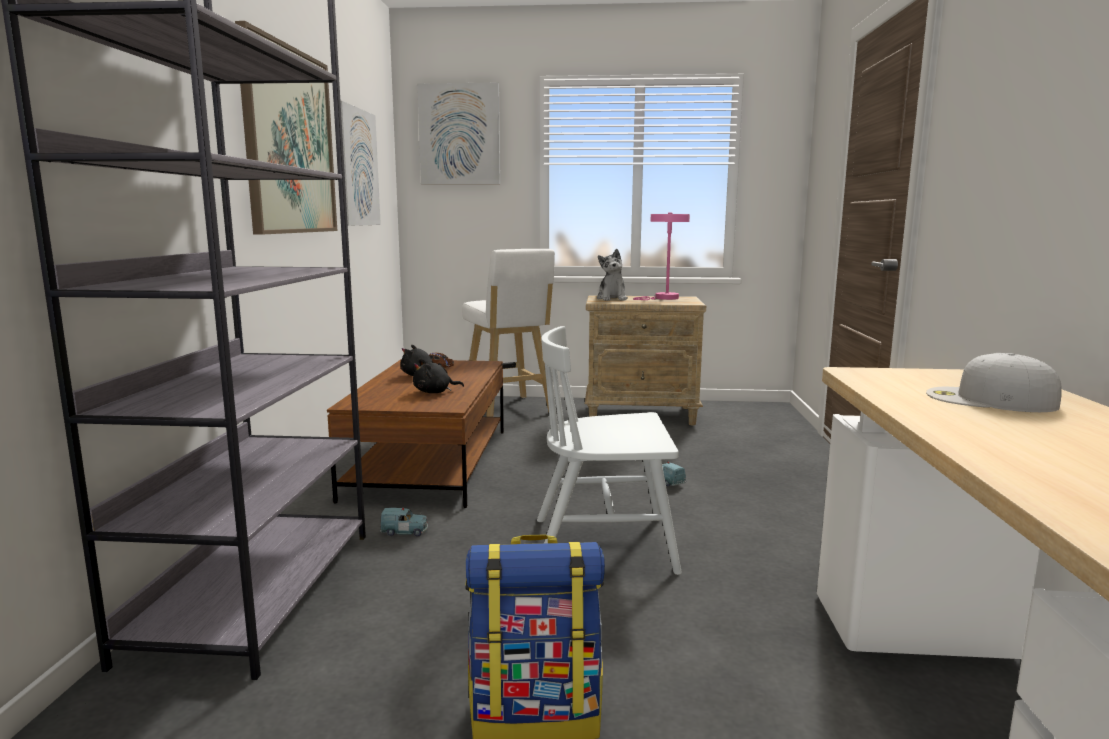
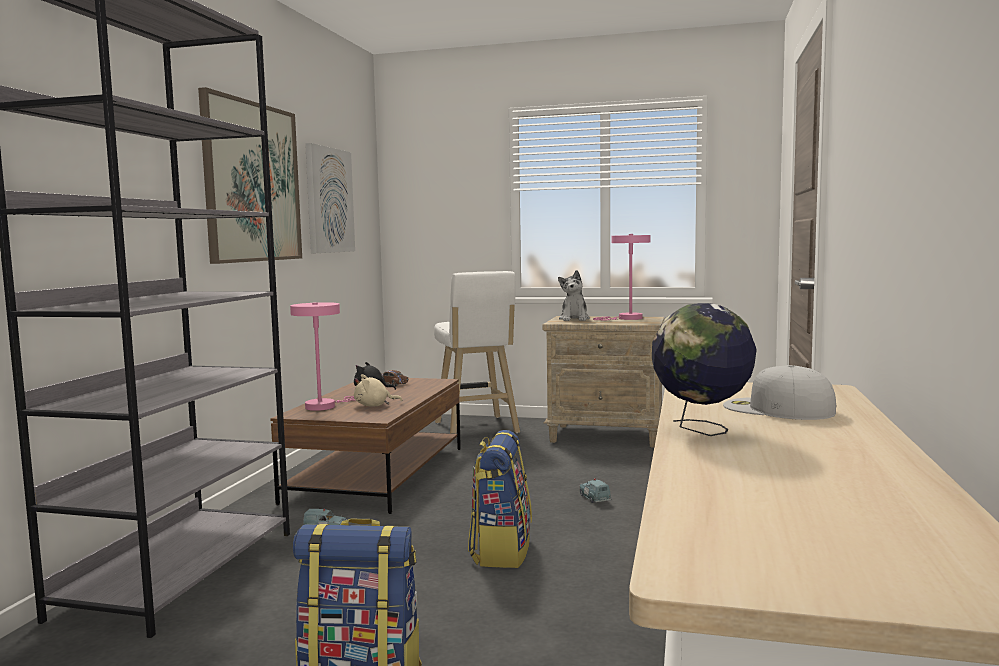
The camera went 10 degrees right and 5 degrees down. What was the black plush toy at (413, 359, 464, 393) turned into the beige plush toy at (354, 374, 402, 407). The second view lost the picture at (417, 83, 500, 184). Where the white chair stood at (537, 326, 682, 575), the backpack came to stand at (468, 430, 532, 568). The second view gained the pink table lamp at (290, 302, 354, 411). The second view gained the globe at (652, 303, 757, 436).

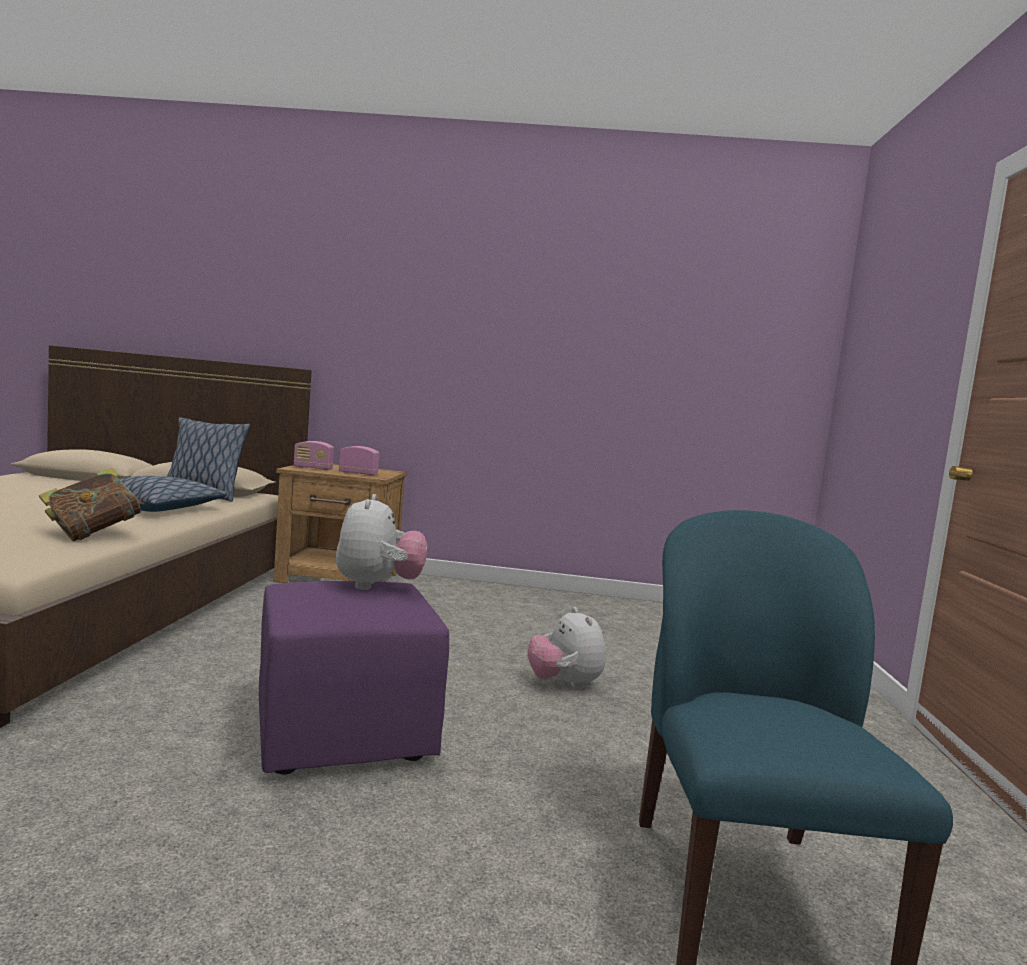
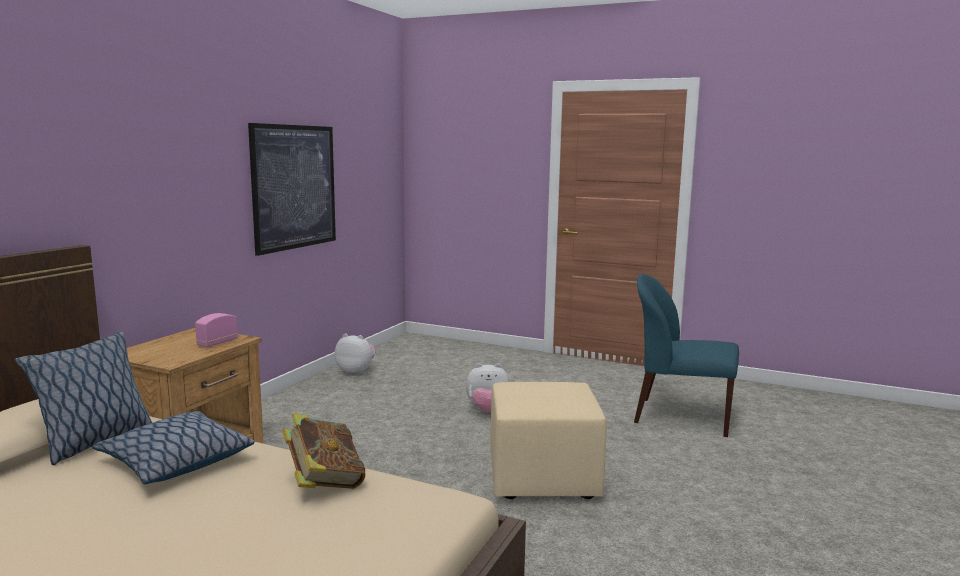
The camera went 70 degrees left and 5 degrees up. What was the purple ottoman at (259, 581, 449, 775) turned into the beige ottoman at (490, 382, 607, 499). The second view lost the radio at (294, 441, 334, 470). The plush toy ended up elsewhere, having gone from (336, 494, 427, 590) to (335, 333, 376, 375). The second view gained the picture at (248, 123, 336, 256).

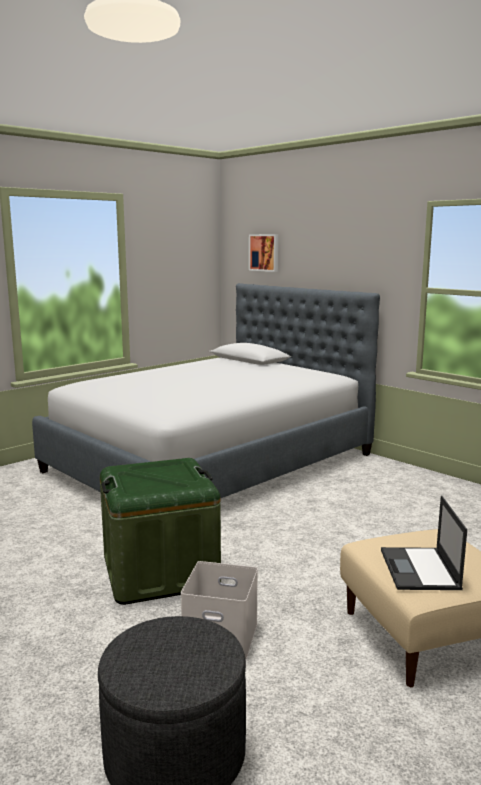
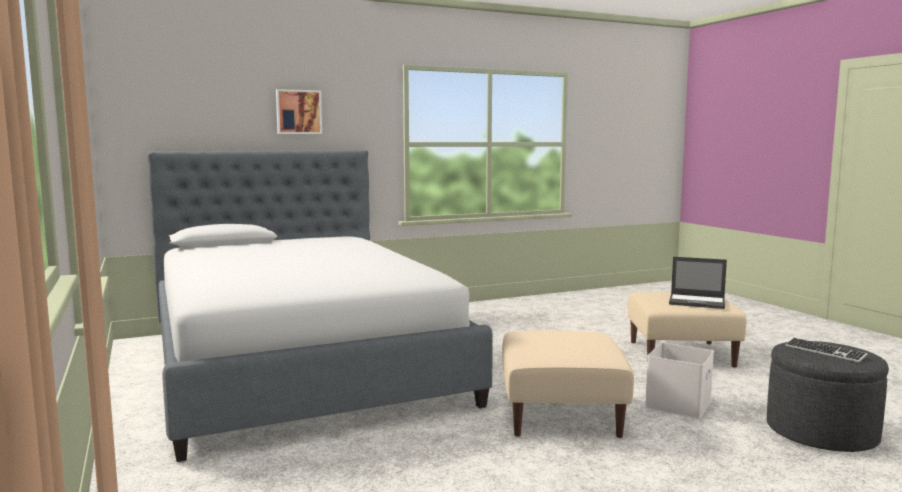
The camera went 70 degrees left and 5 degrees down. Where the green storage box stood at (100, 458, 221, 605), the beige ottoman came to stand at (502, 331, 634, 438). The picture ended up elsewhere, having gone from (249, 234, 278, 272) to (276, 89, 322, 134). The second view gained the keyboard at (785, 338, 867, 362).

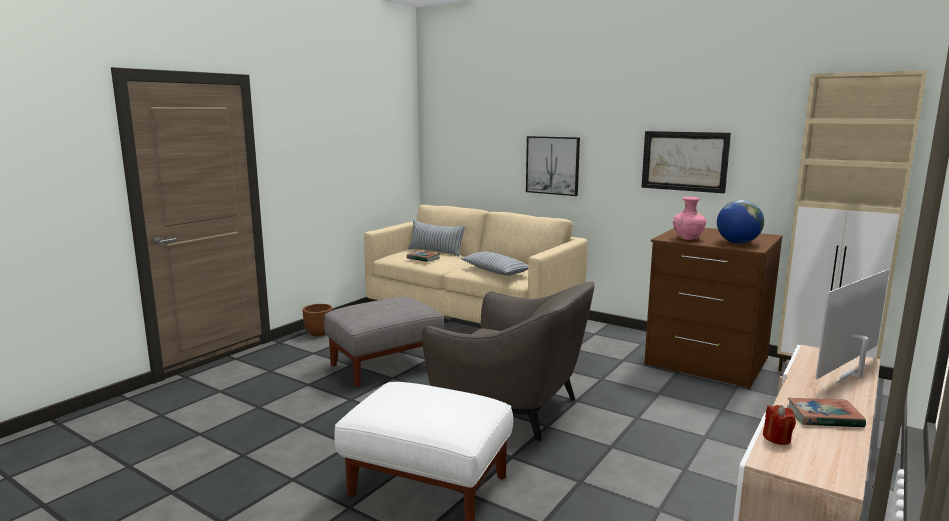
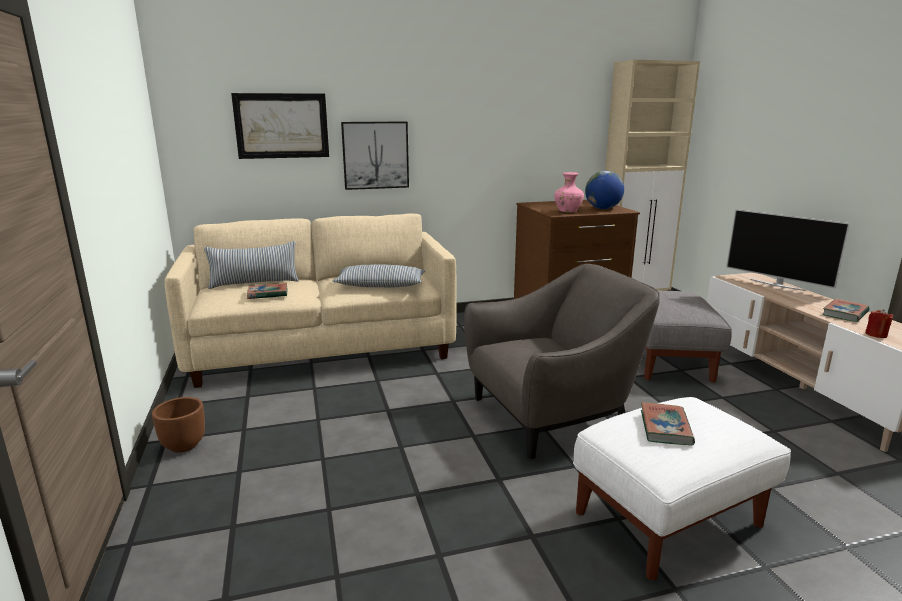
The camera went 50 degrees left and 5 degrees up. The grey ottoman ended up elsewhere, having gone from (324, 297, 444, 387) to (644, 290, 732, 383). The picture ended up elsewhere, having gone from (642, 131, 731, 193) to (231, 93, 329, 159). The television at (816, 269, 890, 383) ended up facing another way, 45 degrees counterclockwise from before. The second view gained the book at (641, 402, 695, 445).

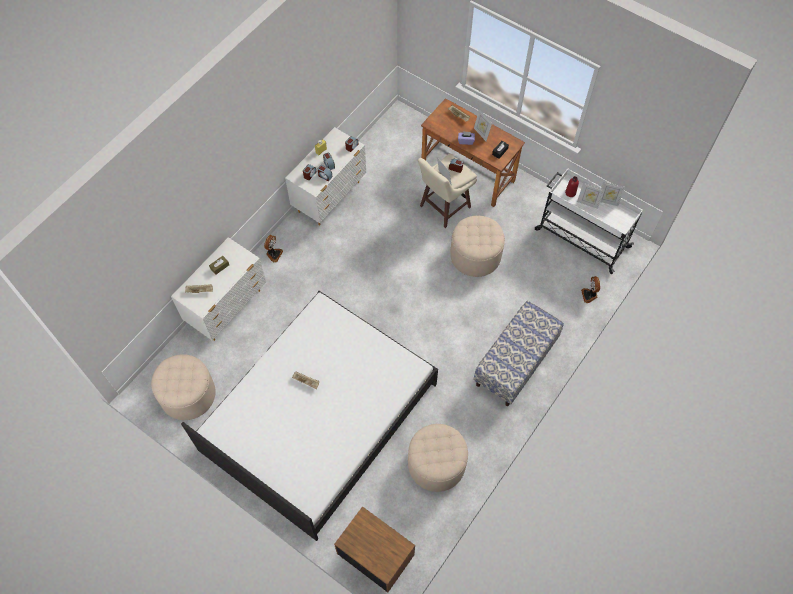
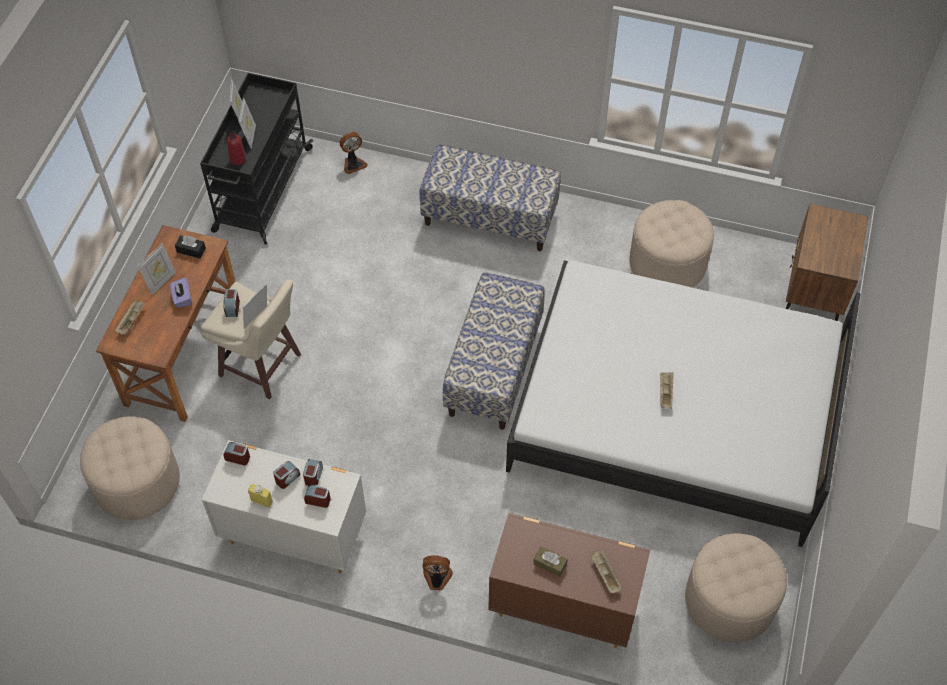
The camera went 110 degrees left and 5 degrees down. What was the white dresser at (171, 237, 266, 341) turned into the brown dresser at (488, 513, 650, 648). The beige ottoman ended up elsewhere, having gone from (450, 216, 505, 277) to (80, 416, 180, 520). What was the white cart at (535, 169, 643, 274) turned into the black cart at (200, 73, 313, 244). The second view gained the bench at (443, 272, 545, 430).

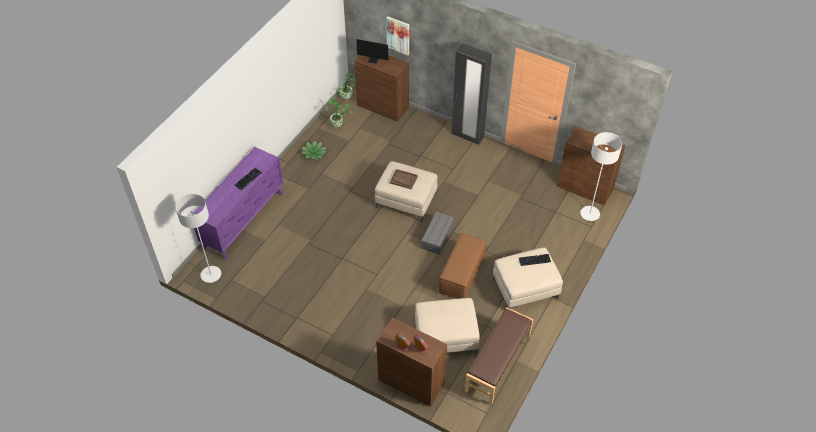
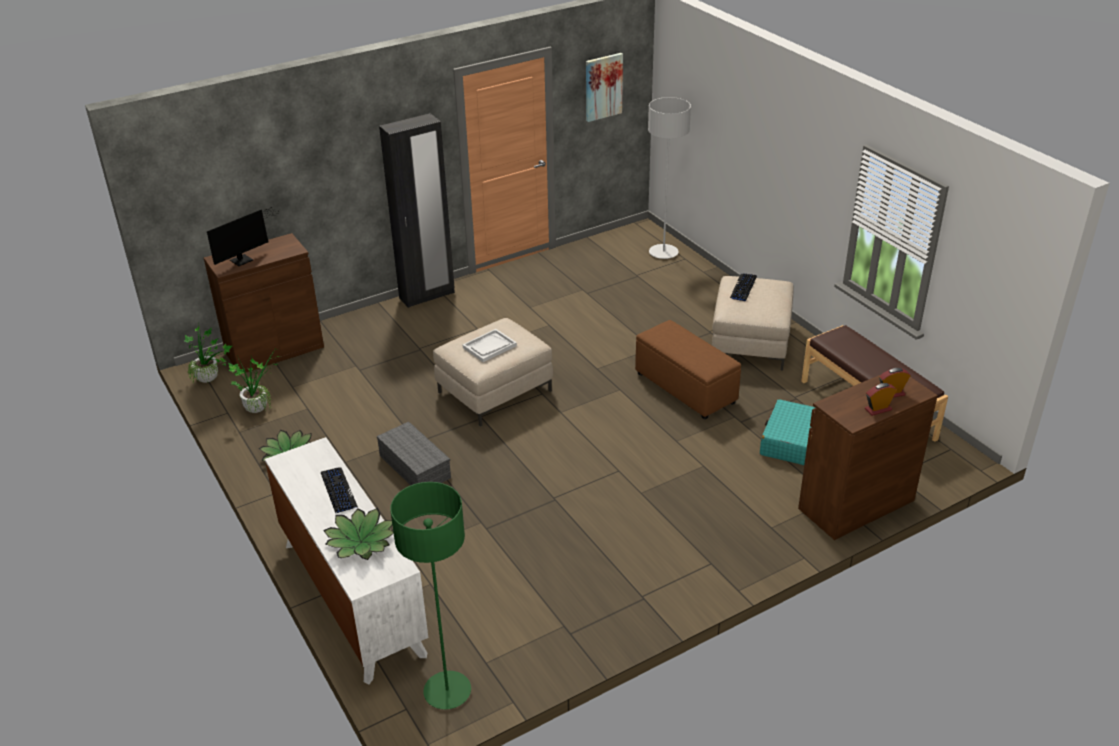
The camera went 60 degrees left and 15 degrees down. What was the grey floor lamp at (175, 194, 221, 283) turned into the green floor lamp at (390, 482, 471, 709). What was the purple dresser at (194, 147, 283, 260) turned into the white dresser at (265, 437, 428, 684). The picture ended up elsewhere, having gone from (386, 16, 409, 55) to (586, 53, 623, 122). What was the brown tray at (390, 169, 418, 189) turned into the white tray at (463, 329, 517, 362). Where the beige ottoman stood at (415, 298, 480, 354), the turquoise suitcase came to stand at (760, 399, 815, 465). The grey storage box ended up elsewhere, having gone from (421, 212, 455, 255) to (377, 422, 451, 485). The second view lost the brown cabinet at (557, 126, 625, 205). The second view gained the potted plant at (323, 508, 394, 560).

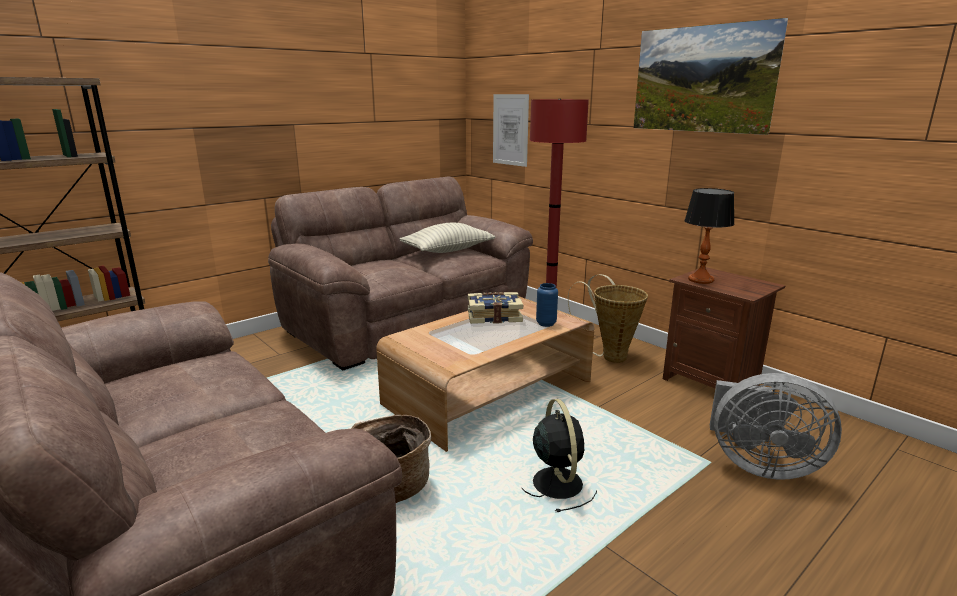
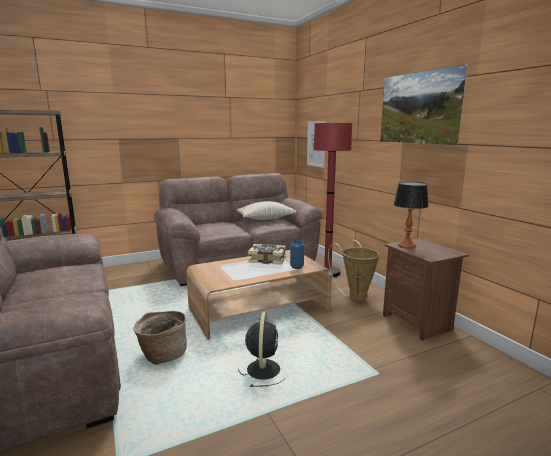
The camera went 15 degrees right and 5 degrees down. The second view lost the grey fan at (710, 373, 842, 480).

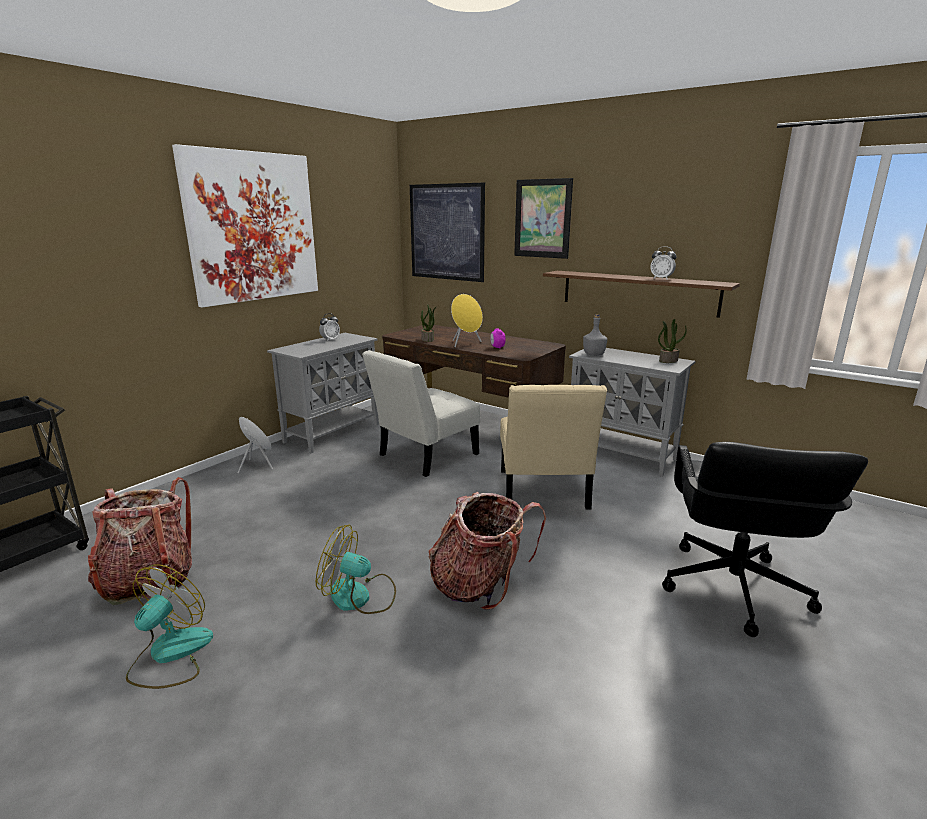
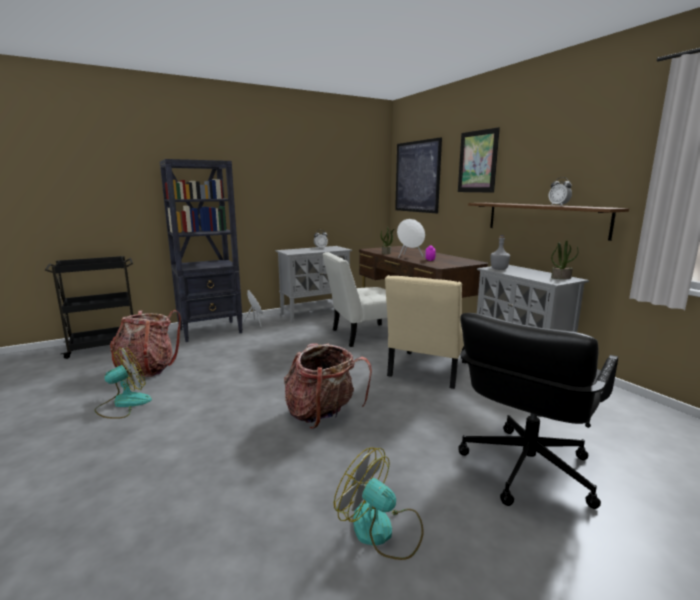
The camera went 25 degrees right and 5 degrees down. The second view lost the picture at (172, 144, 318, 308). The fan ended up elsewhere, having gone from (316, 525, 396, 614) to (334, 448, 424, 560). What was the yellow speaker at (451, 294, 483, 347) turned into the white speaker at (397, 219, 425, 258). The second view gained the black bookcase at (160, 159, 243, 342).

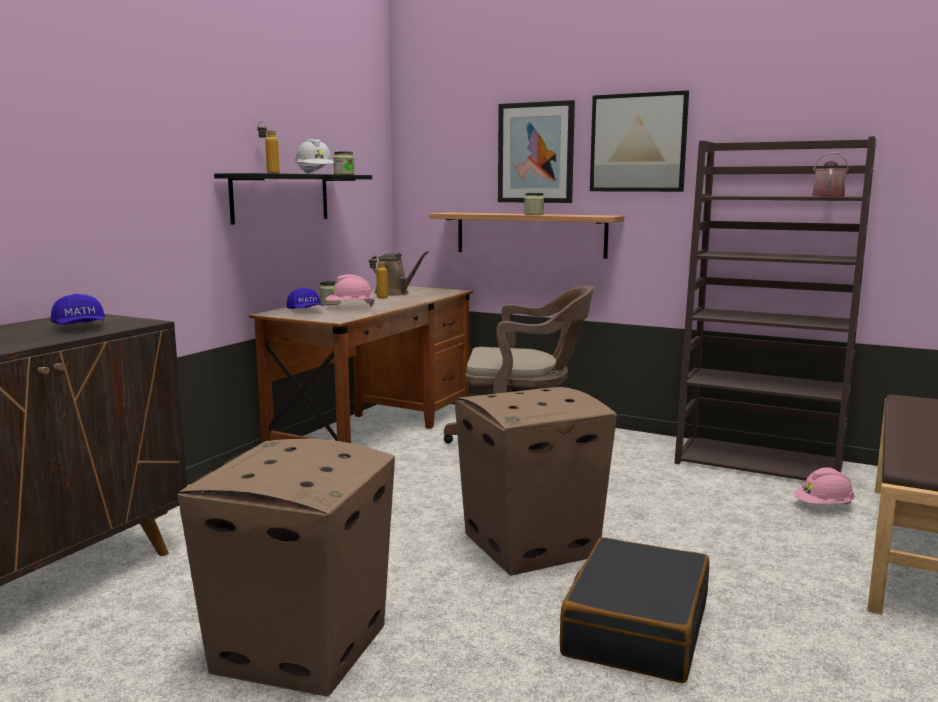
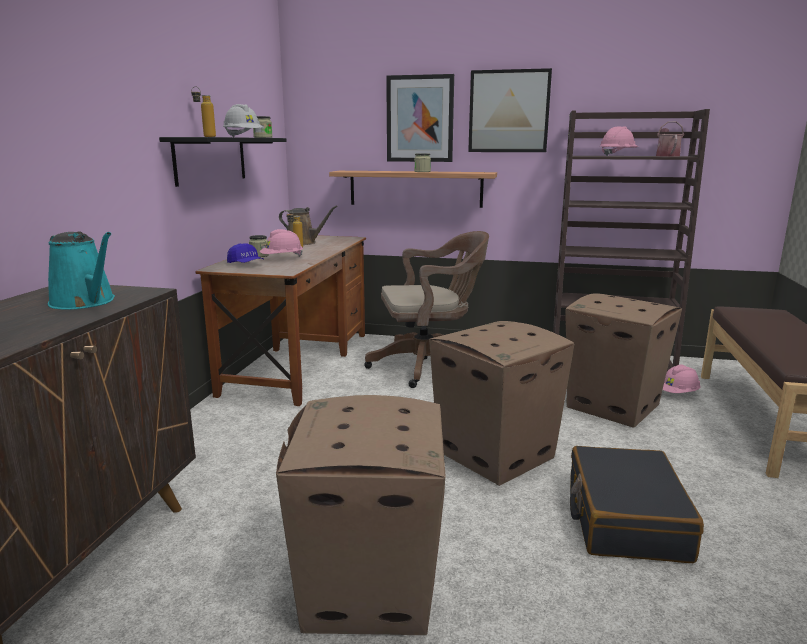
The camera went 15 degrees left and 5 degrees up. Where the blue cap stood at (51, 294, 105, 324), the turquoise watering can came to stand at (48, 231, 115, 310). The second view gained the cardboard box at (565, 293, 682, 427). The second view gained the pink hard hat at (600, 126, 638, 156).

